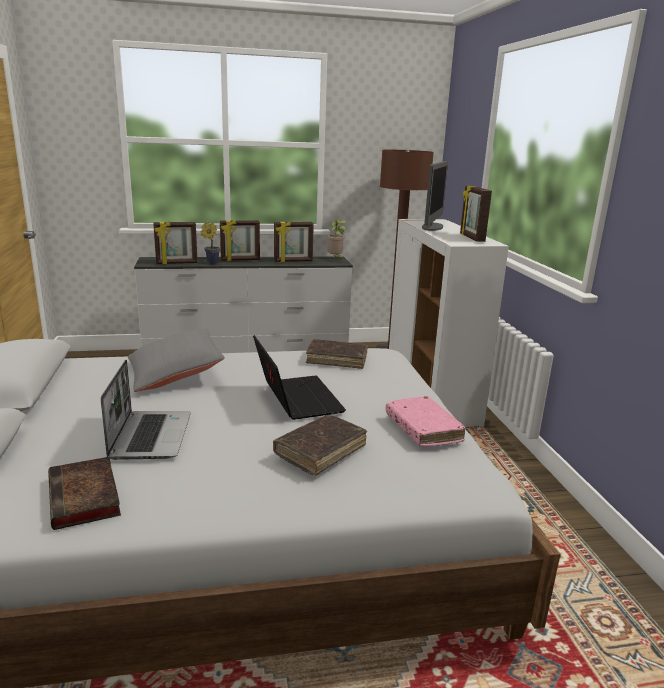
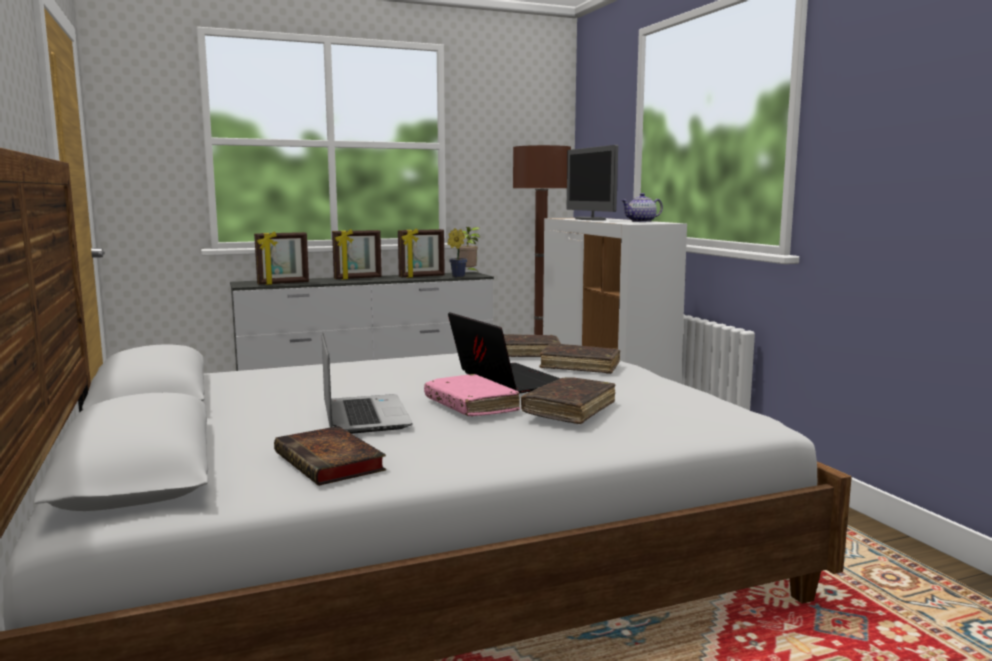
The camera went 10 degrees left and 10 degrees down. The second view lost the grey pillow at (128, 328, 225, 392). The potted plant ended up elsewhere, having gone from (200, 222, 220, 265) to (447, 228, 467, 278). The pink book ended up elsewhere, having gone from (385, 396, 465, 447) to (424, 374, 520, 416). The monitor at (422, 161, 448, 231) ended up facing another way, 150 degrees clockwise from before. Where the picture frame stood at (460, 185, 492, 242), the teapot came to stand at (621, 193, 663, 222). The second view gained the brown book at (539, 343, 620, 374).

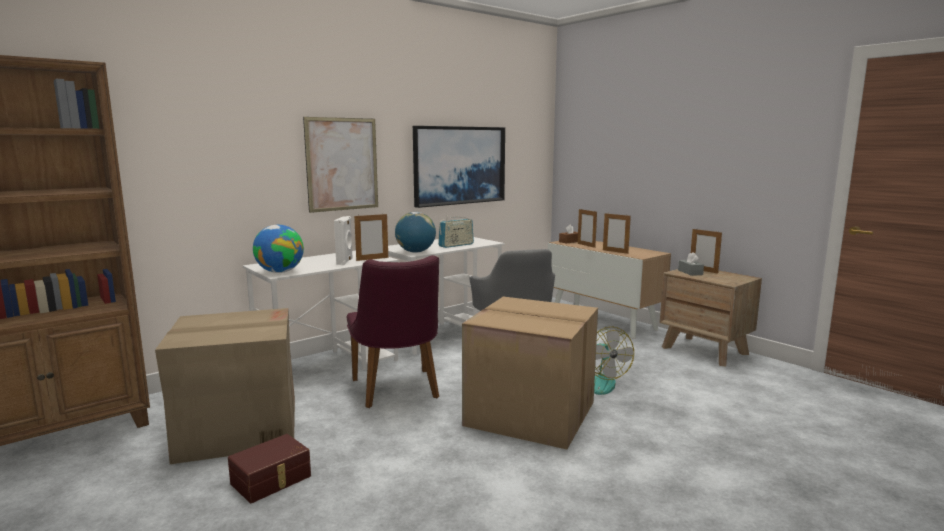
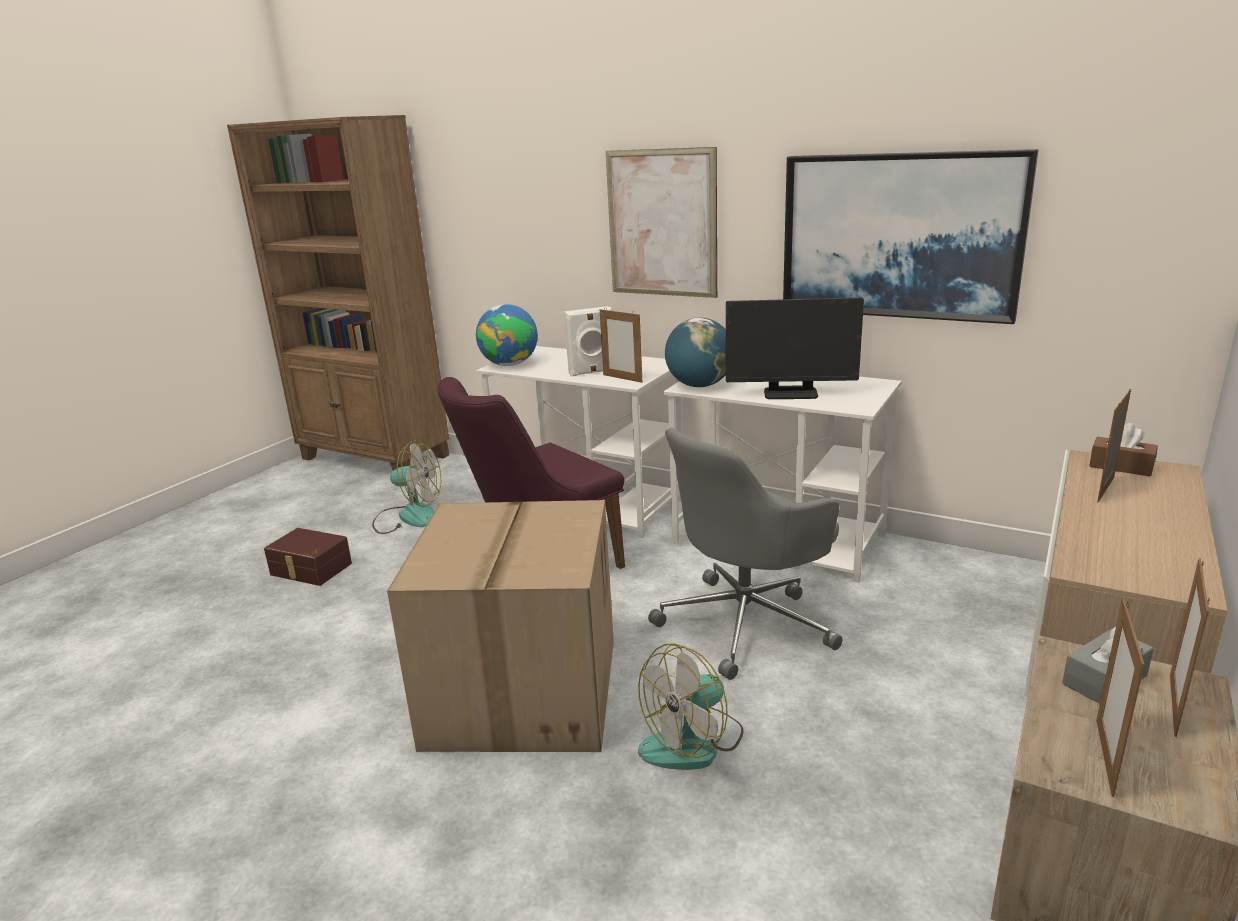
The camera went 70 degrees right and 10 degrees up. Where the cardboard box stood at (155, 308, 295, 464), the fan came to stand at (372, 441, 441, 534). Where the radio stood at (438, 215, 474, 248), the monitor came to stand at (726, 297, 864, 399). The picture frame ended up elsewhere, having gone from (603, 212, 631, 254) to (1096, 598, 1145, 797).

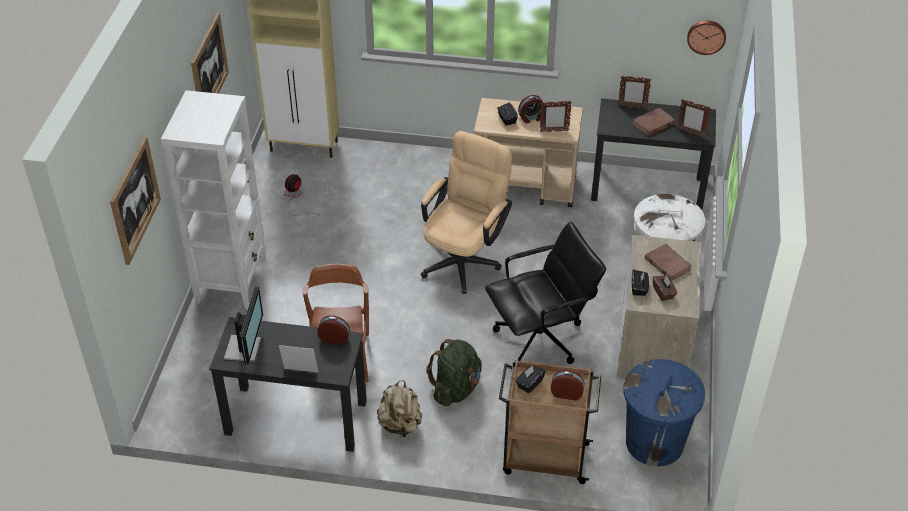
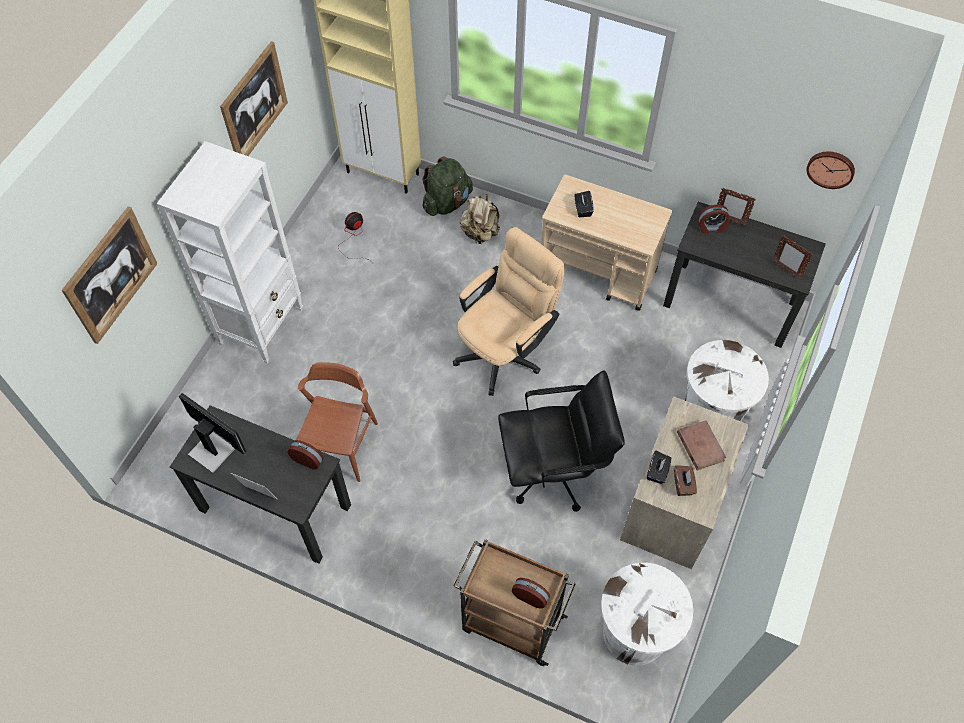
The camera went 15 degrees right and 15 degrees up. The monitor at (224, 287, 263, 364) ended up facing another way, 75 degrees counterclockwise from before. The beige backpack ended up elsewhere, having gone from (377, 380, 422, 438) to (460, 194, 500, 244). The green backpack ended up elsewhere, having gone from (426, 339, 482, 406) to (422, 156, 473, 216). The second view lost the black tissue box at (516, 365, 545, 393). The alarm clock ended up elsewhere, having gone from (518, 95, 544, 123) to (698, 205, 730, 234). The second view lost the picture frame at (540, 101, 572, 132). What was the blue trash can at (623, 359, 705, 466) turned into the white trash can at (601, 563, 693, 666). The second view lost the brown book at (632, 107, 675, 136).

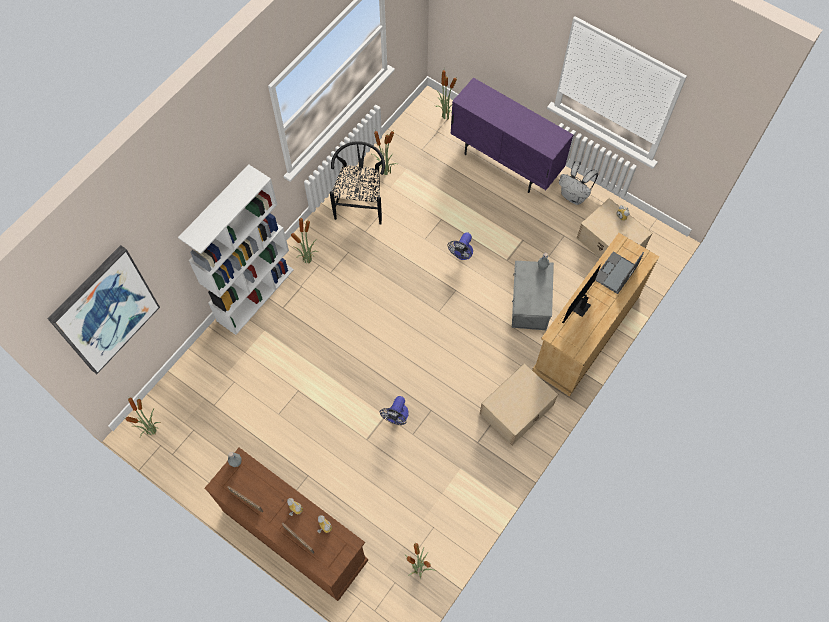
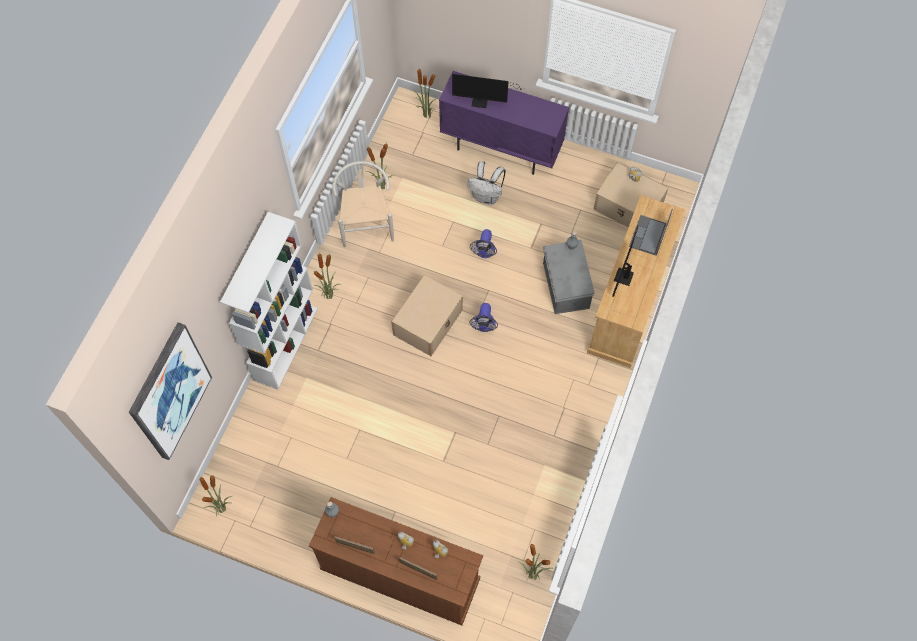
The camera went 15 degrees left and 0 degrees up. What was the black chair at (330, 141, 385, 225) turned into the white chair at (333, 161, 394, 247). The fan ended up elsewhere, having gone from (380, 396, 408, 425) to (469, 303, 498, 332). The beige storage box ended up elsewhere, having gone from (480, 364, 558, 445) to (391, 275, 463, 356). The white backpack ended up elsewhere, having gone from (559, 161, 599, 205) to (467, 161, 506, 205). The second view gained the monitor at (452, 74, 527, 108).

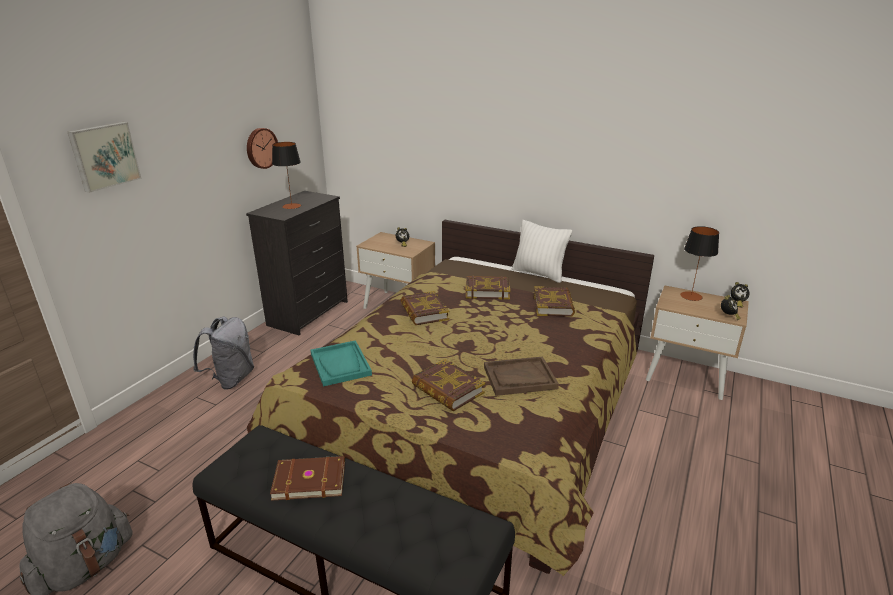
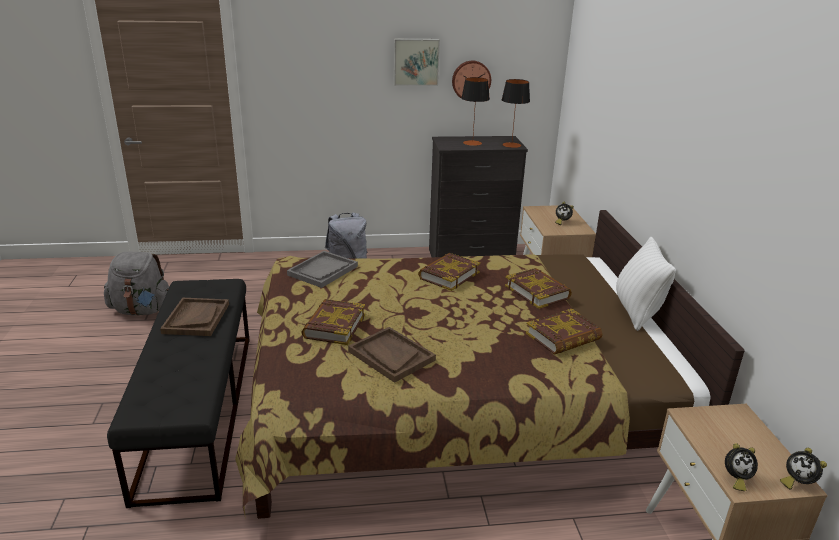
The camera went 55 degrees right and 0 degrees up. The picture ended up elsewhere, having gone from (68, 122, 142, 193) to (394, 39, 440, 86). Where the brown book stood at (270, 456, 345, 501), the brown tray came to stand at (160, 298, 229, 336). What was the turquoise tray at (311, 340, 372, 387) turned into the grey tray at (287, 251, 358, 288). The table lamp ended up elsewhere, having gone from (680, 226, 719, 301) to (502, 79, 530, 148).

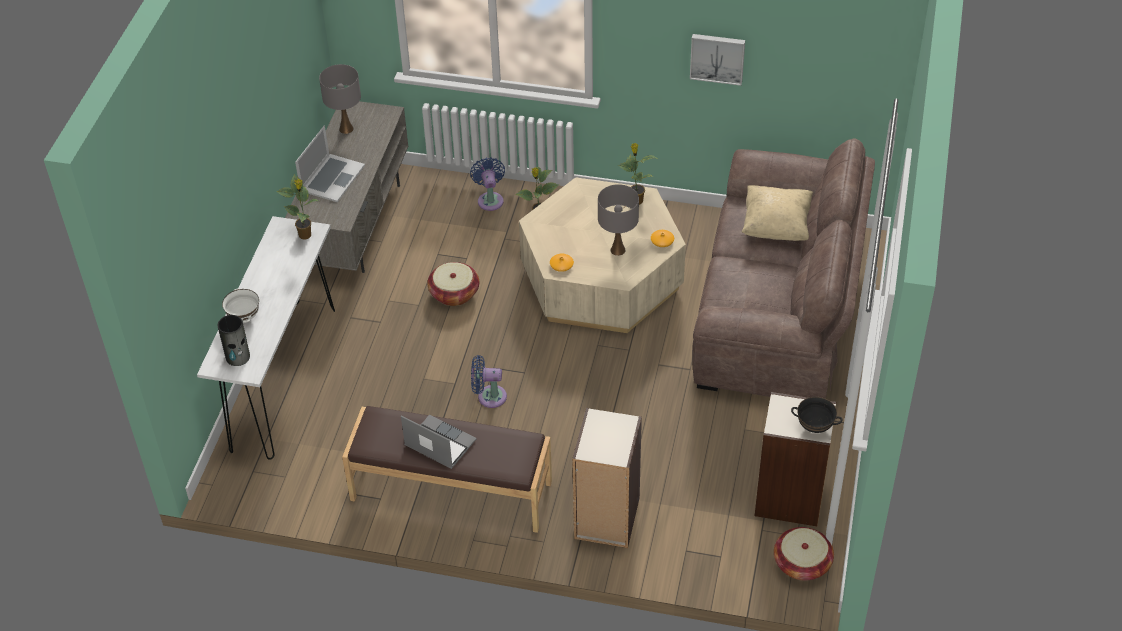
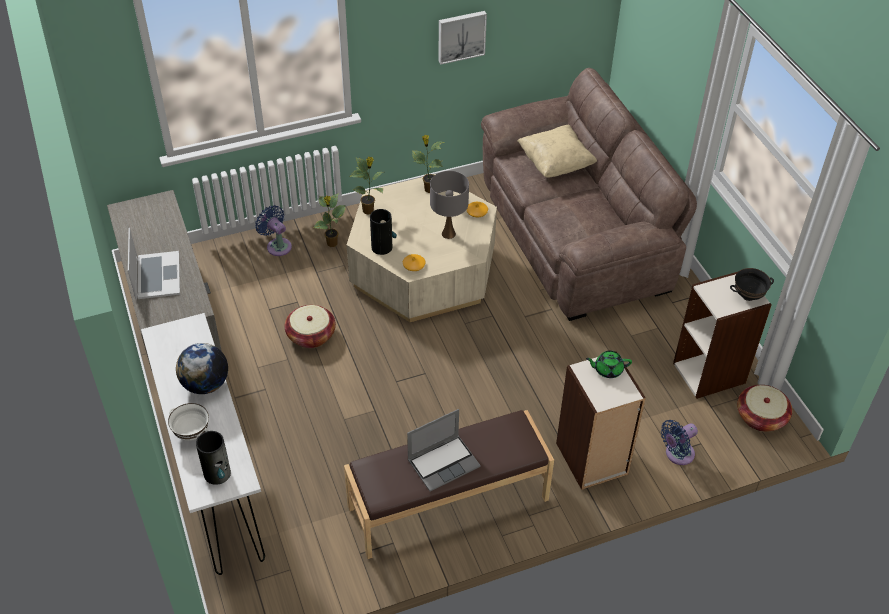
The camera went 35 degrees left and 0 degrees up. The potted plant ended up elsewhere, having gone from (277, 175, 318, 240) to (350, 157, 384, 215). The second view lost the grey table lamp at (319, 64, 361, 134). The laptop at (401, 415, 477, 469) ended up facing another way, 150 degrees clockwise from before. The blue fan ended up elsewhere, having gone from (471, 355, 507, 408) to (661, 420, 698, 465). The second view gained the globe at (176, 343, 228, 394). The second view gained the vase at (370, 209, 397, 255). The second view gained the green teapot at (586, 351, 632, 378).

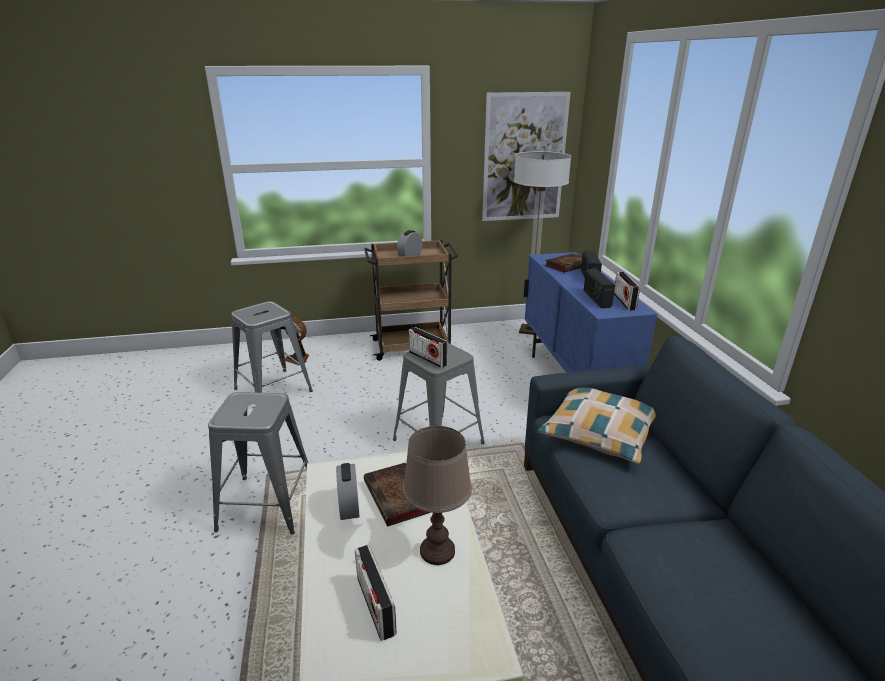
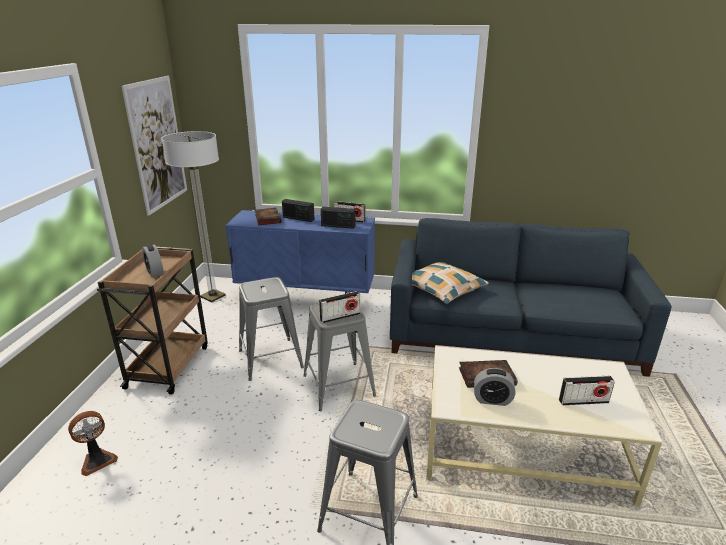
The camera went 70 degrees left and 0 degrees up. The grey stool ended up elsewhere, having gone from (231, 301, 313, 393) to (239, 277, 304, 381). The second view lost the brown table lamp at (403, 426, 472, 565).

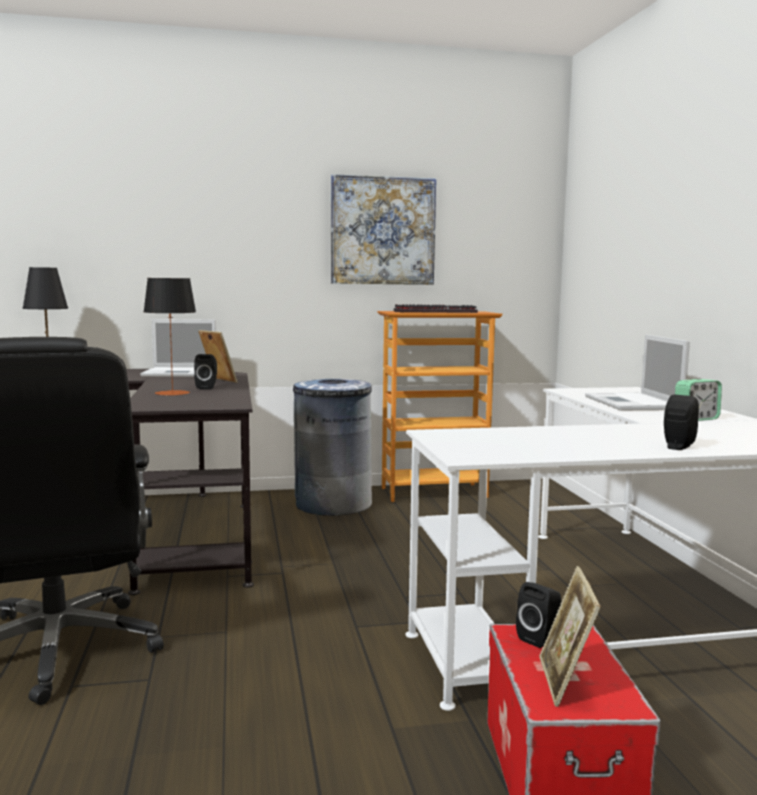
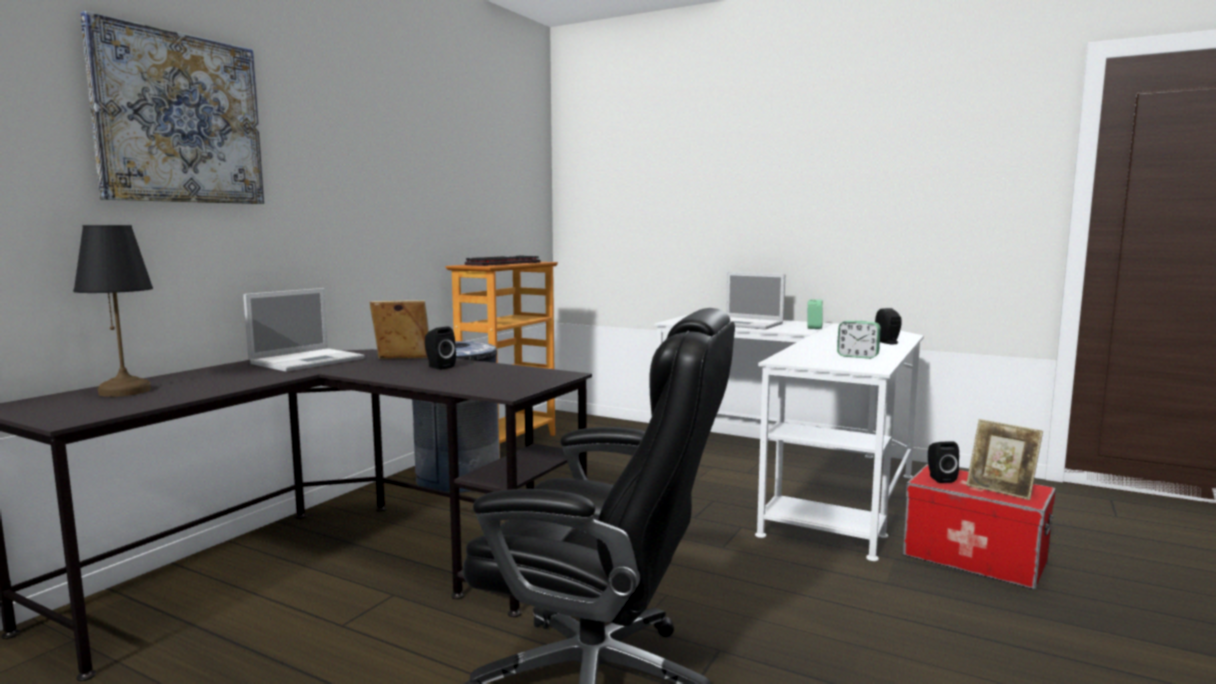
The camera went 50 degrees left and 0 degrees up. The second view lost the table lamp at (144, 278, 196, 396). The picture ended up elsewhere, having gone from (331, 174, 436, 285) to (80, 11, 264, 204). The second view gained the alarm clock at (837, 320, 881, 359).

